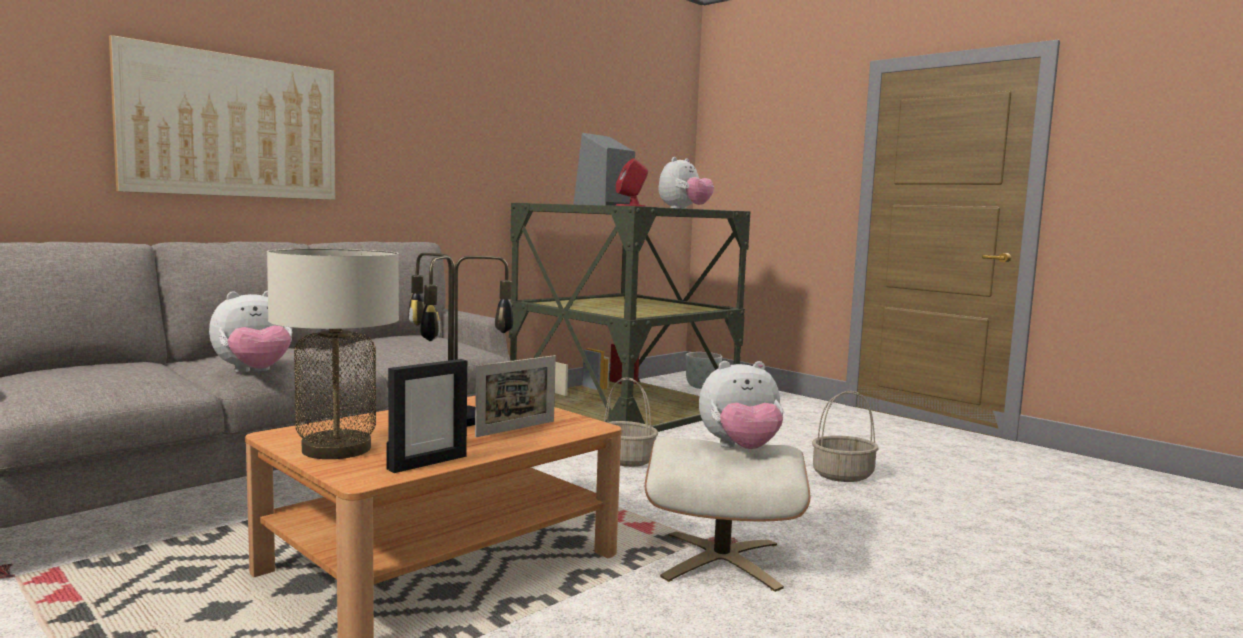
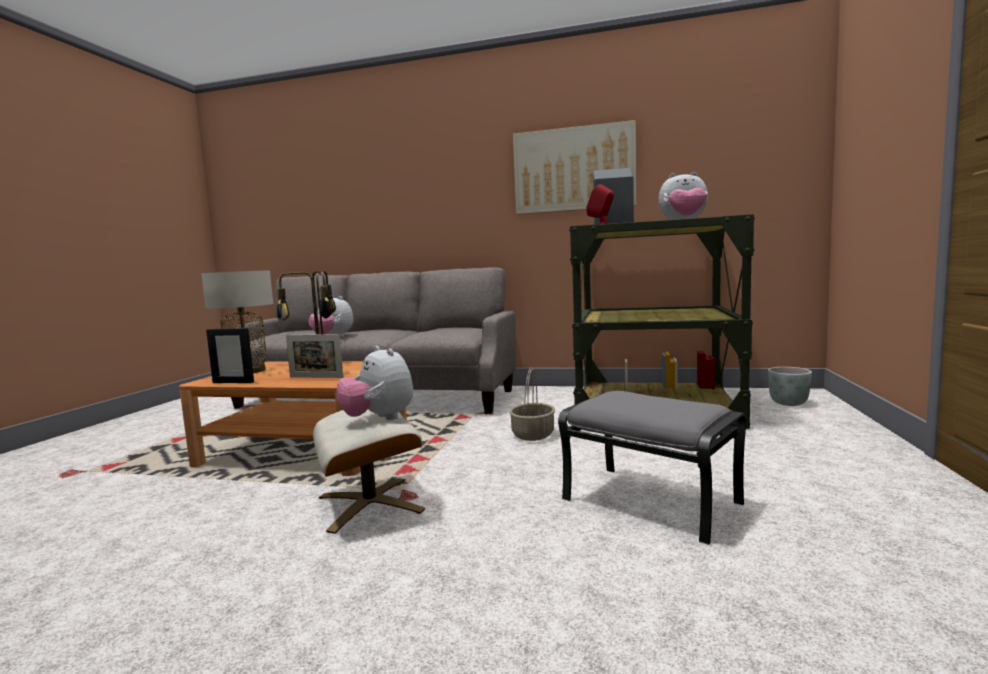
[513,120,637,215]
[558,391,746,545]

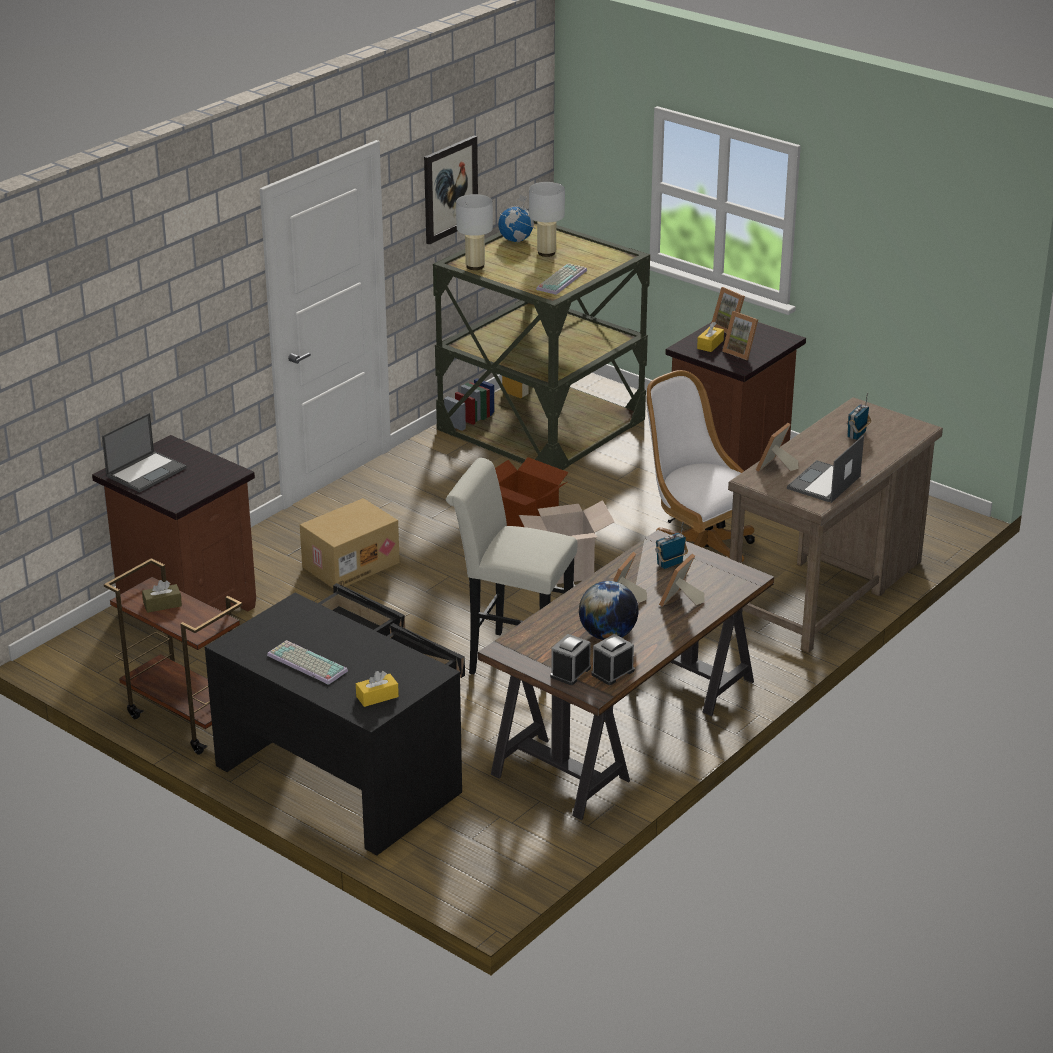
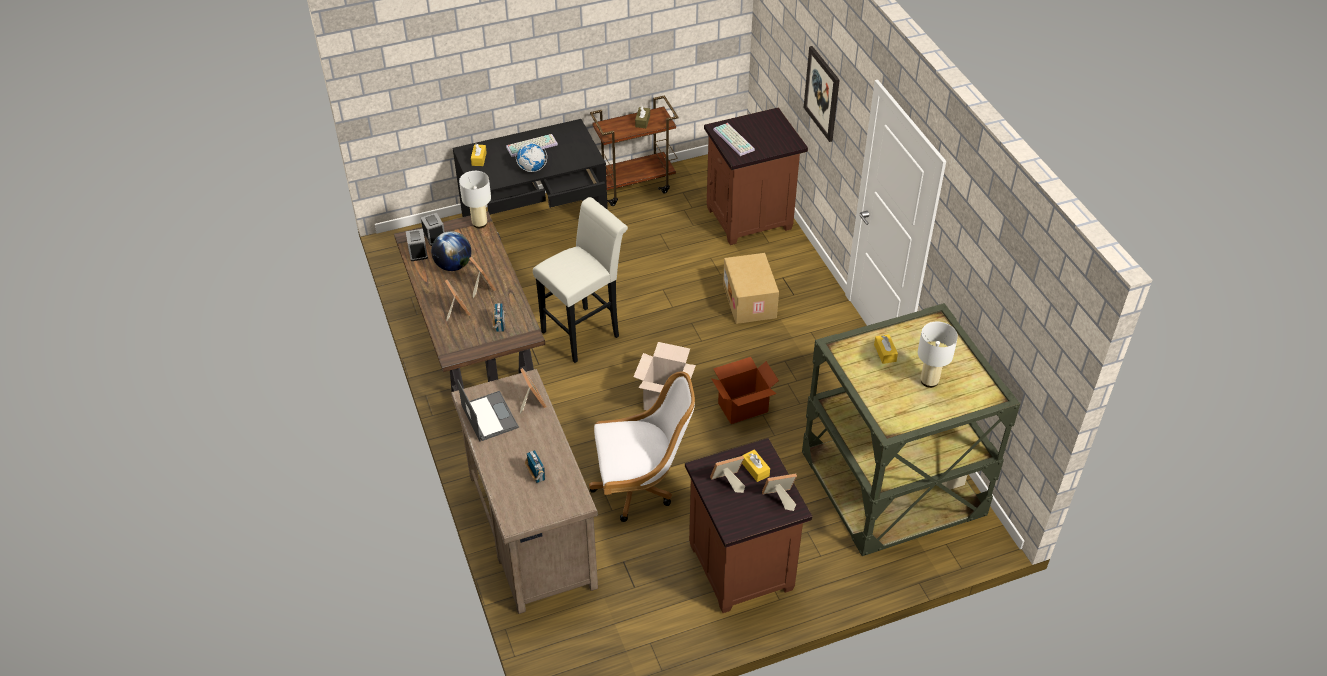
[102,413,187,492] (first image)
[804,46,840,142]
[459,171,491,228]
[516,142,547,172]
[713,123,755,156]
[874,334,898,364]

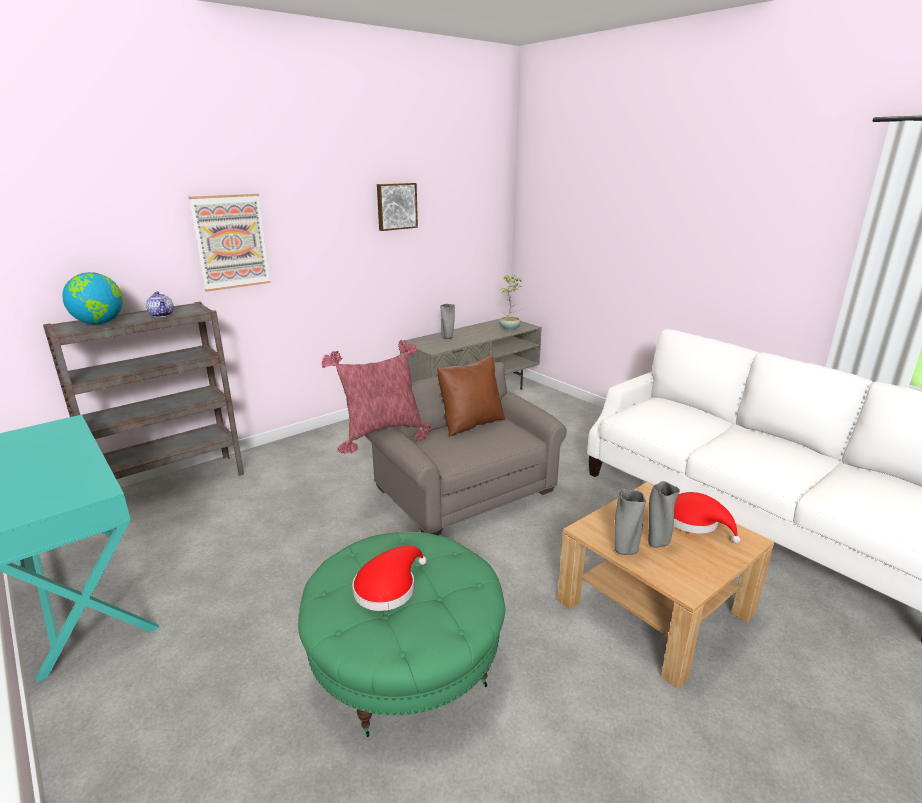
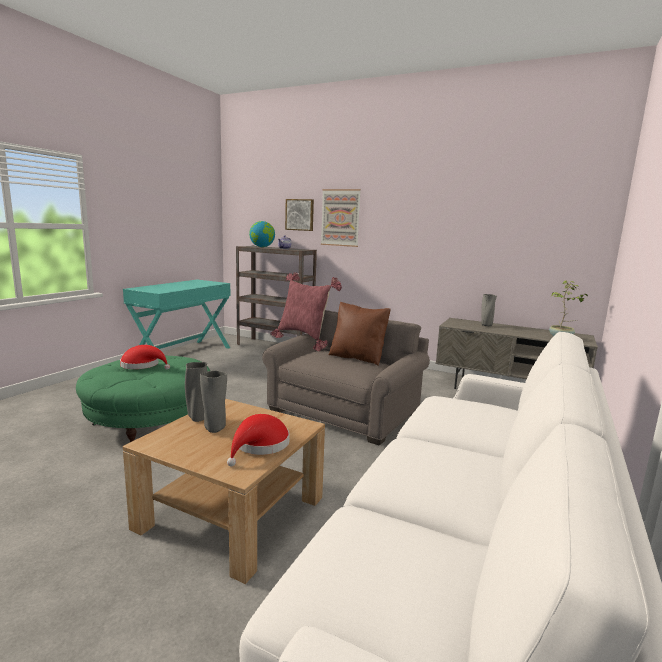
[285,199,314,231]

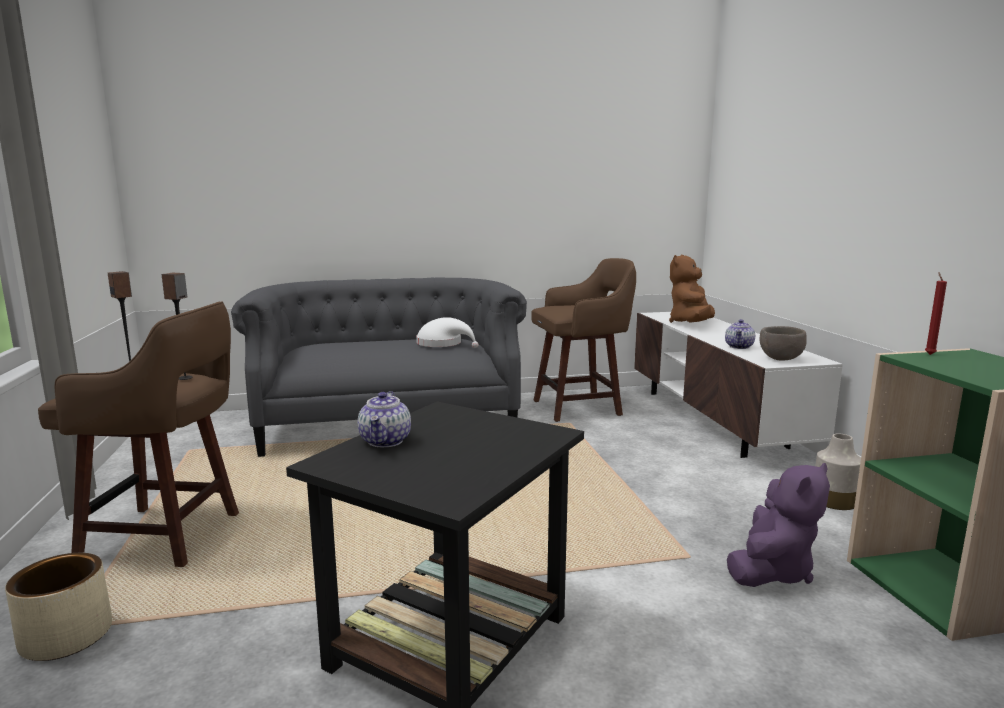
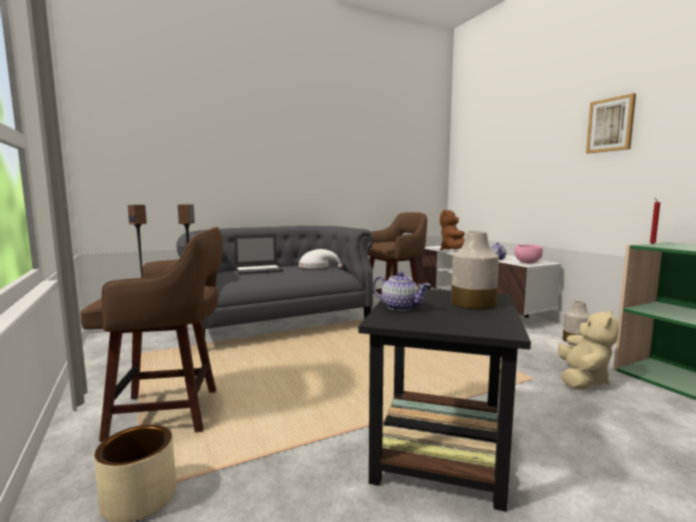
[373,272,430,311]
[558,310,618,390]
[515,244,543,263]
[234,234,283,275]
[451,231,499,309]
[586,93,636,153]

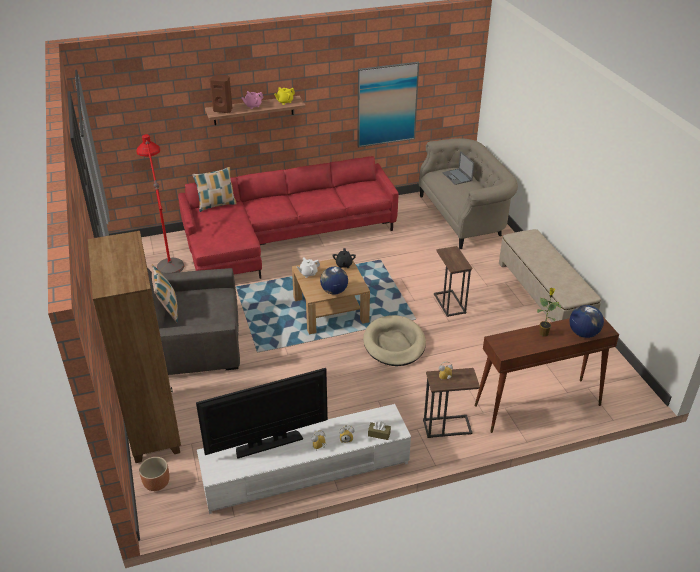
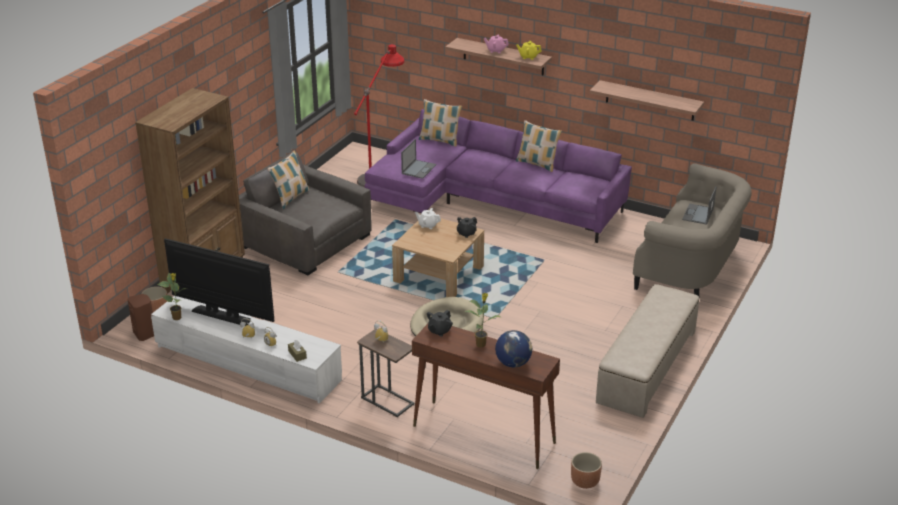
[365,109,632,243]
[128,294,154,341]
[320,267,348,295] (first image)
[590,80,704,121]
[434,246,472,317] (first image)
[157,273,186,320]
[401,139,436,179]
[427,310,453,336]
[516,120,562,172]
[571,452,602,489]

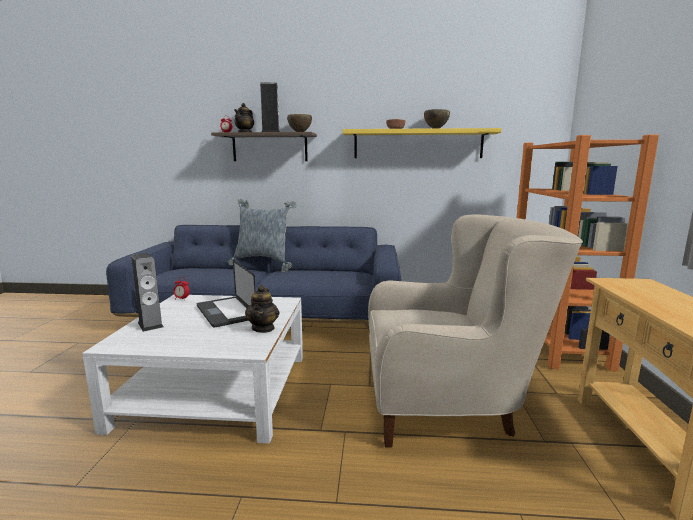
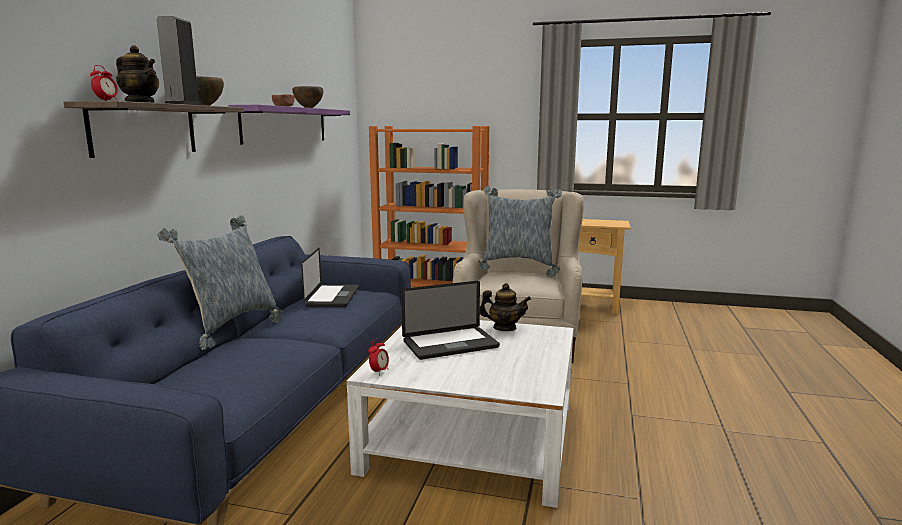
[131,253,163,332] (first image)
[228,105,350,145]
[301,248,359,307]
[478,186,562,277]

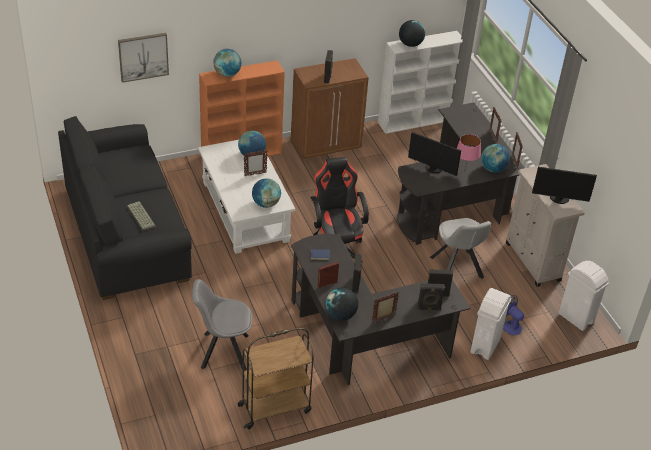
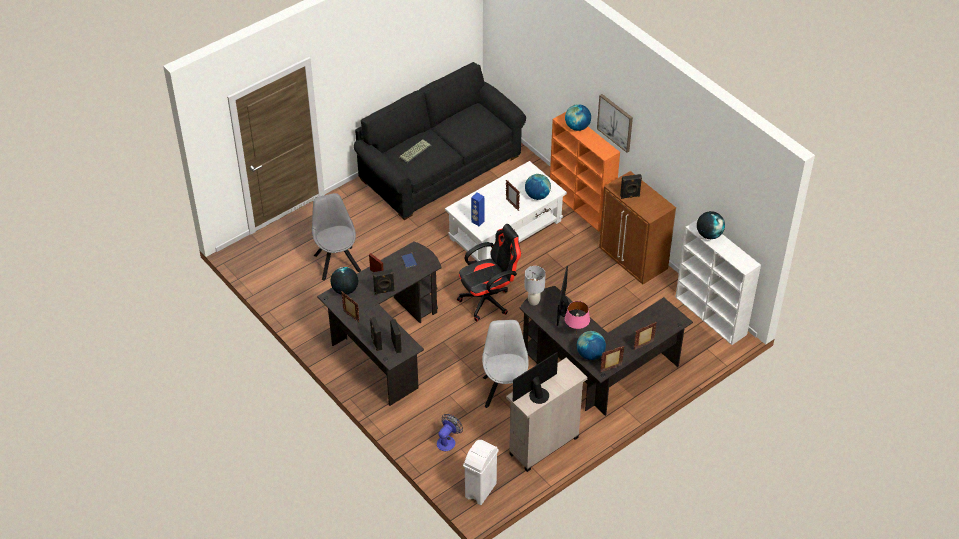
[597,94,633,153]
[238,328,314,429] (first image)
[471,193,485,226]
[482,320,529,408]
[471,288,511,360] (first image)
[513,352,558,404]
[524,266,546,305]

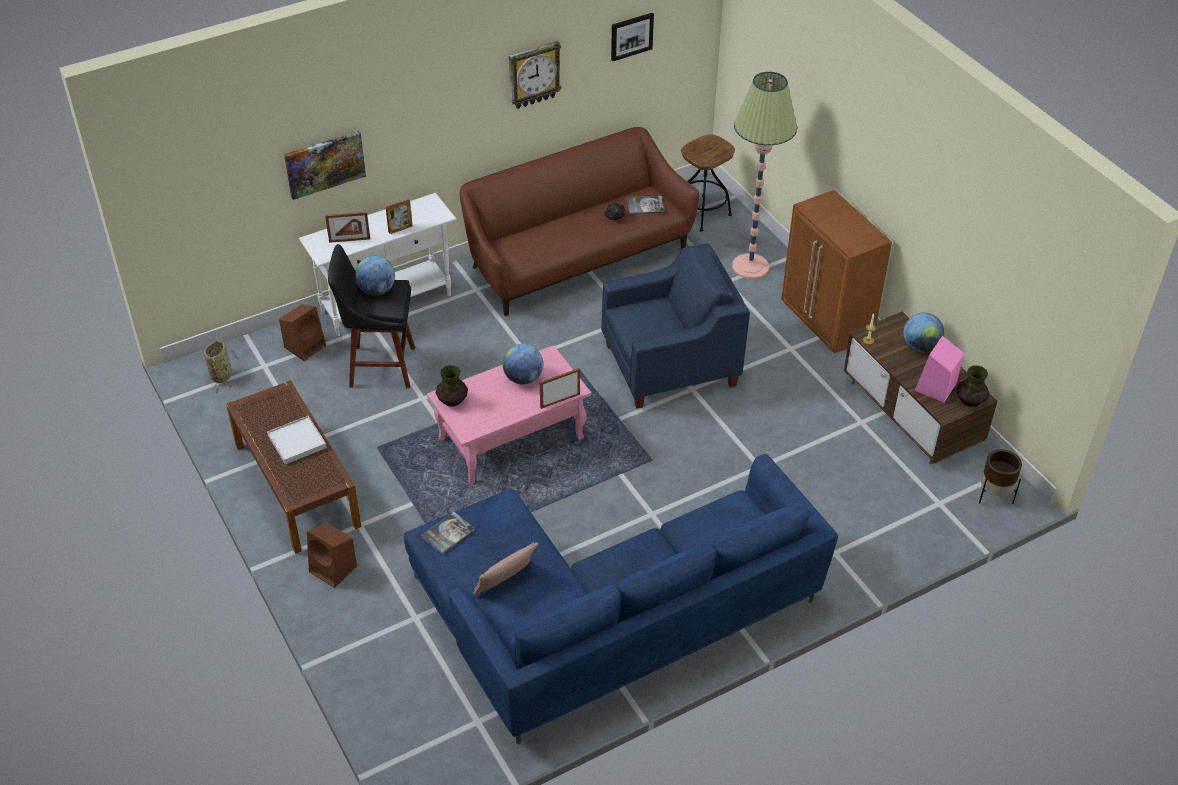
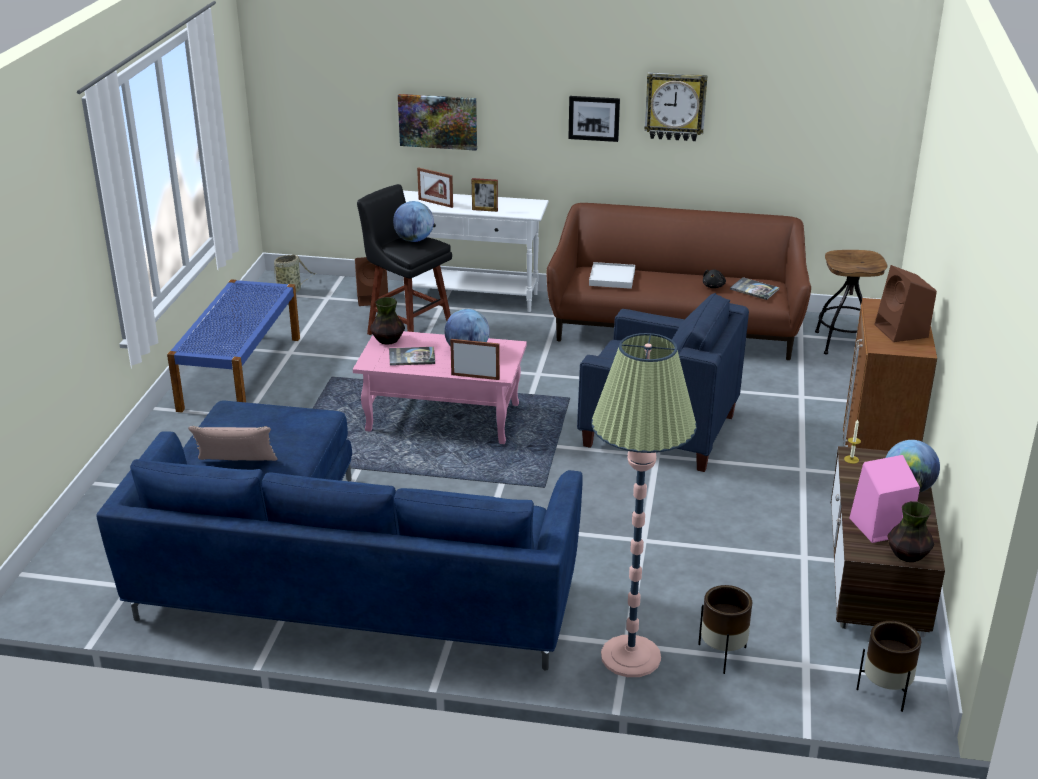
[167,279,300,412]
[589,262,635,289]
[874,265,937,342]
[389,347,435,366]
[568,96,620,142]
[591,333,696,677]
[698,585,752,674]

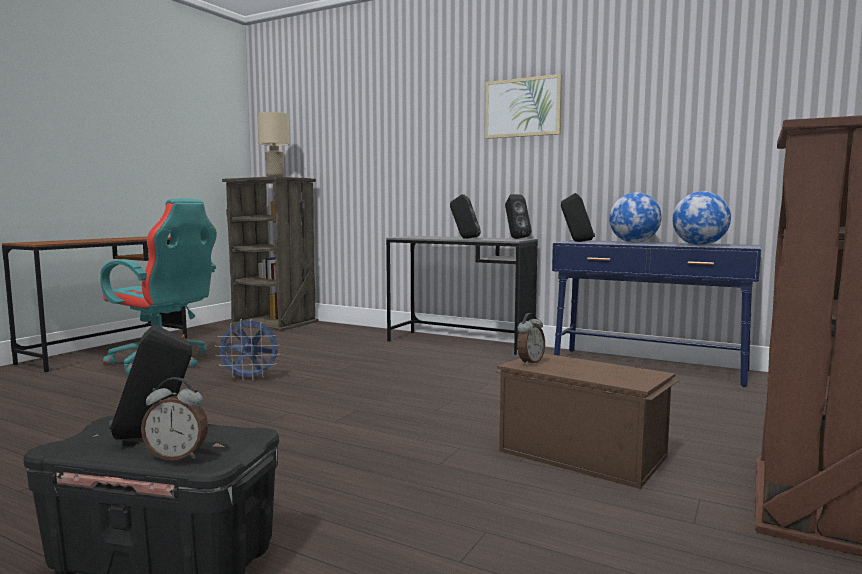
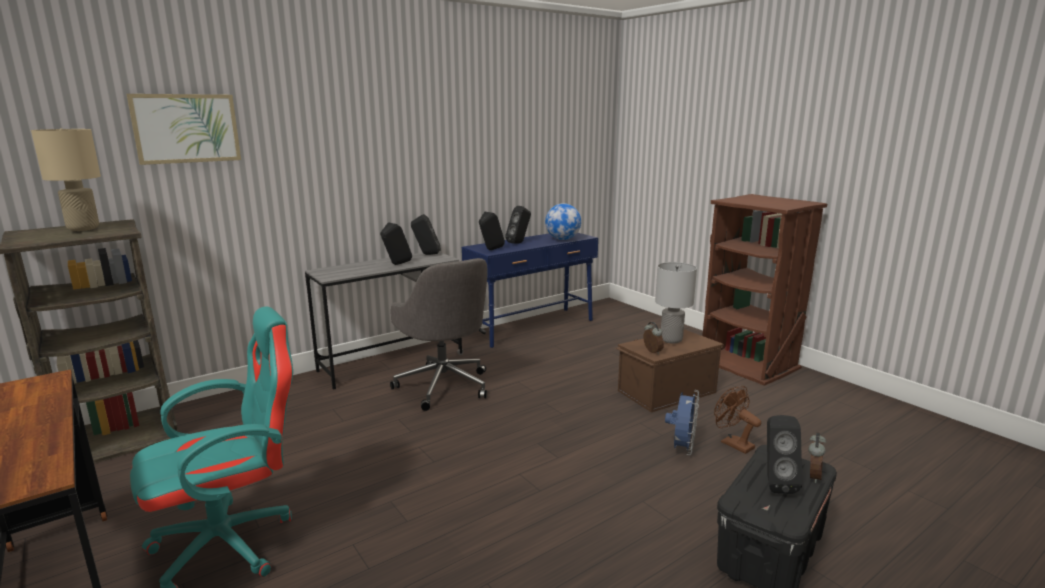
[665,390,699,455]
[126,94,241,165]
[505,206,531,244]
[390,258,488,411]
[655,262,697,344]
[714,386,761,454]

